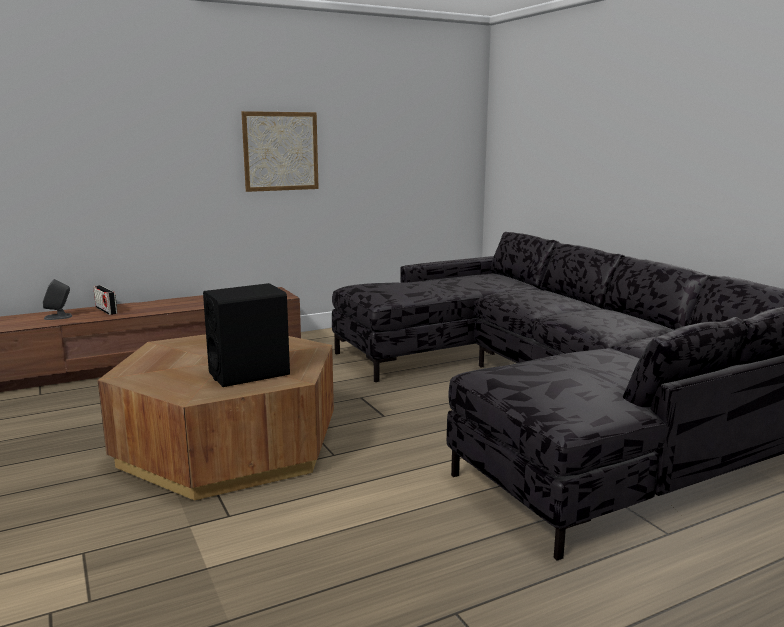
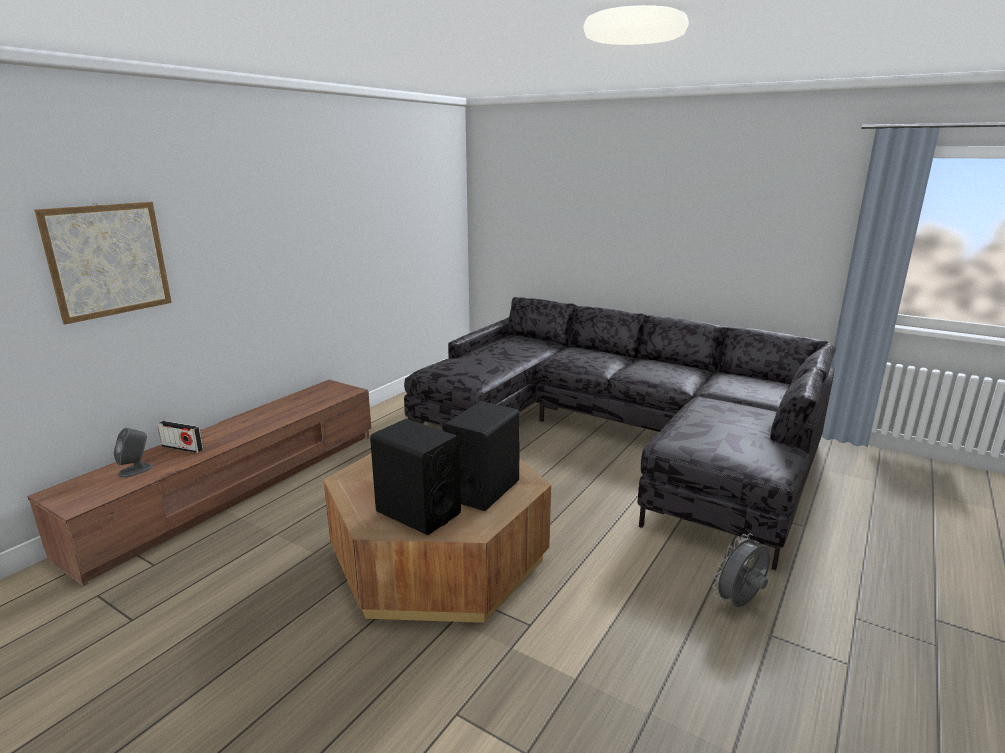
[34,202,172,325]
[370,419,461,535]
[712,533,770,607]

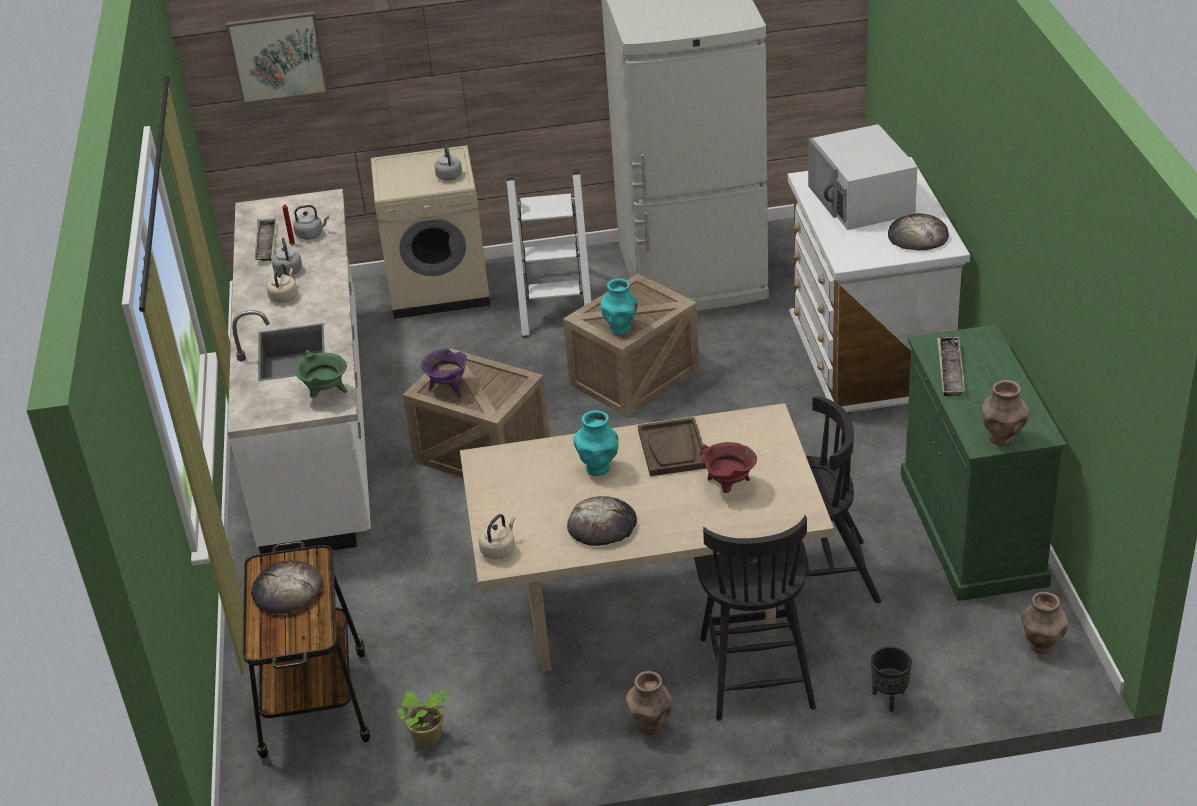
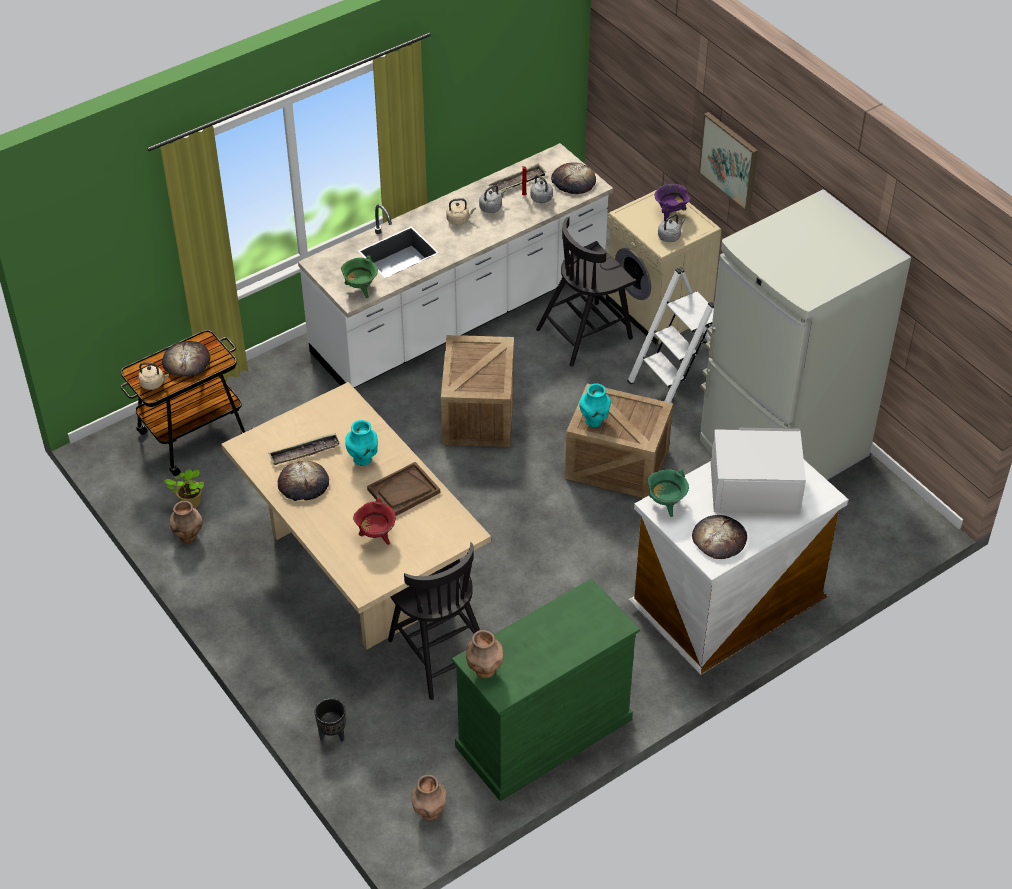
[698,112,758,212]
[655,184,691,221]
[138,362,169,390]
[170,501,203,543]
[536,216,636,366]
[711,428,806,514]
[268,433,340,465]
[551,162,596,194]
[648,469,689,517]

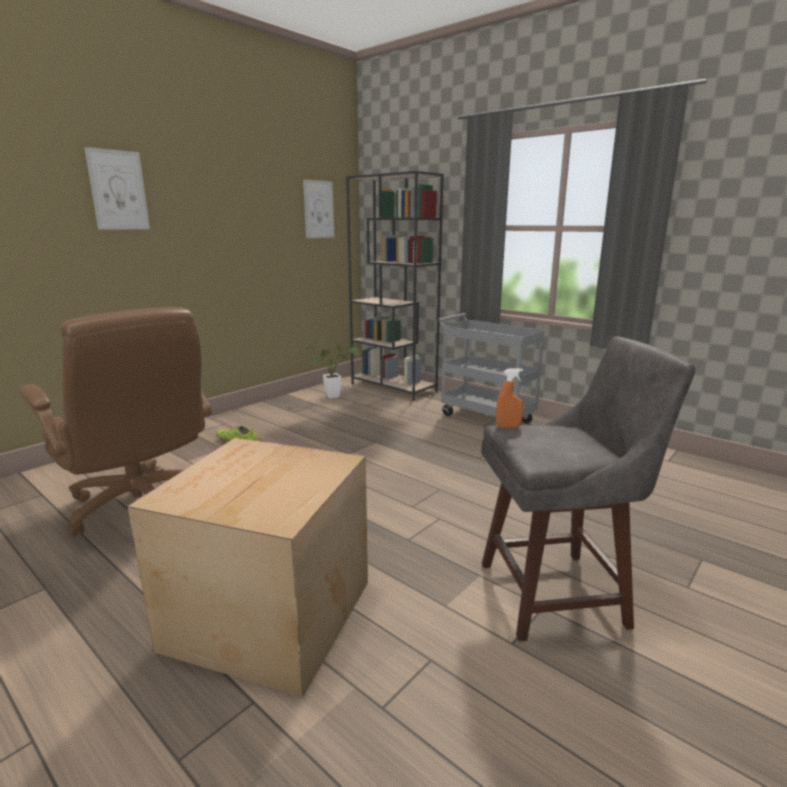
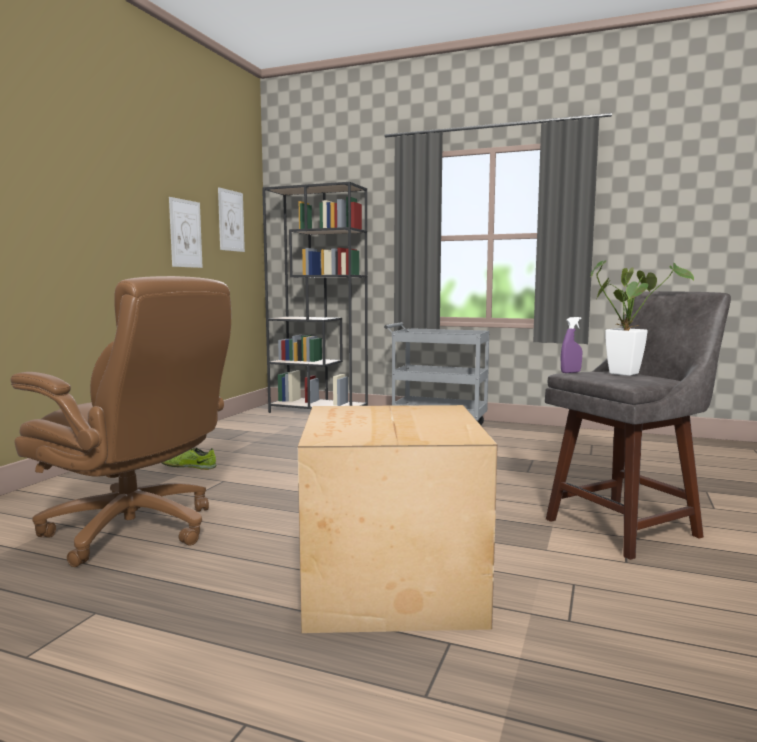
[169,197,203,268]
[591,260,694,376]
[561,317,582,373]

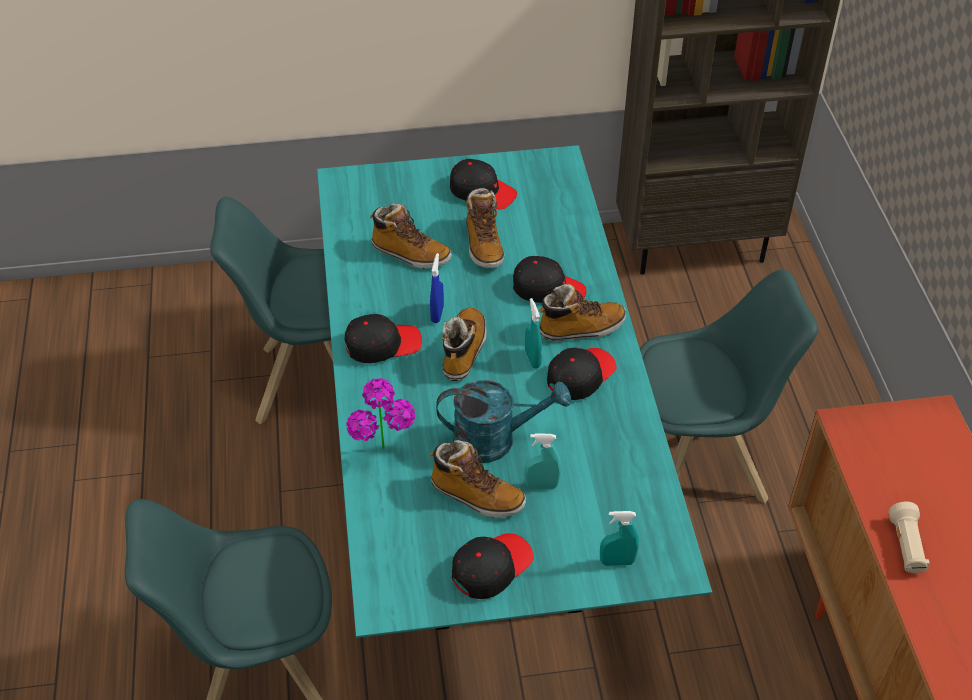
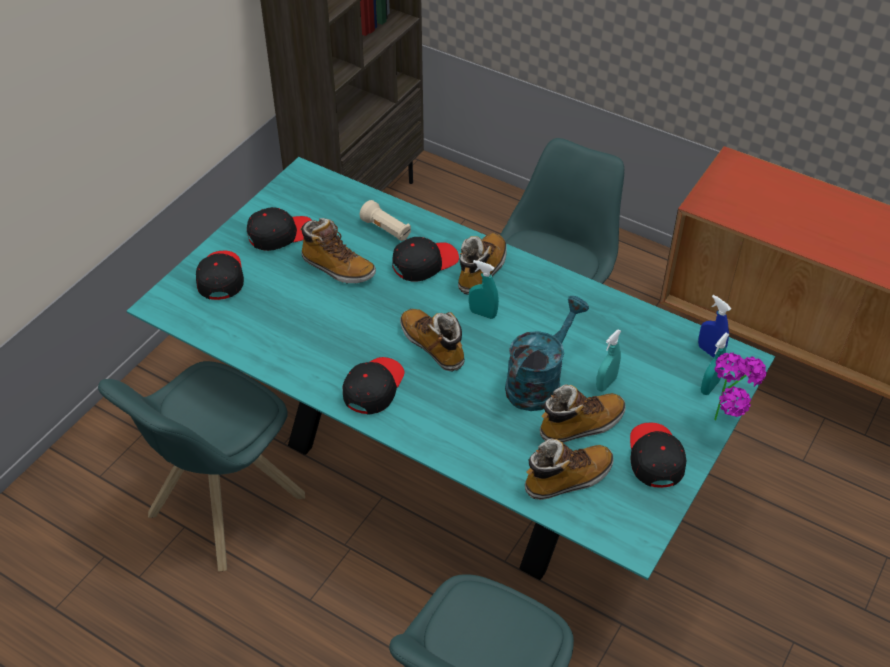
[714,352,767,421]
[525,438,614,500]
[698,295,731,358]
[196,251,244,300]
[360,200,411,241]

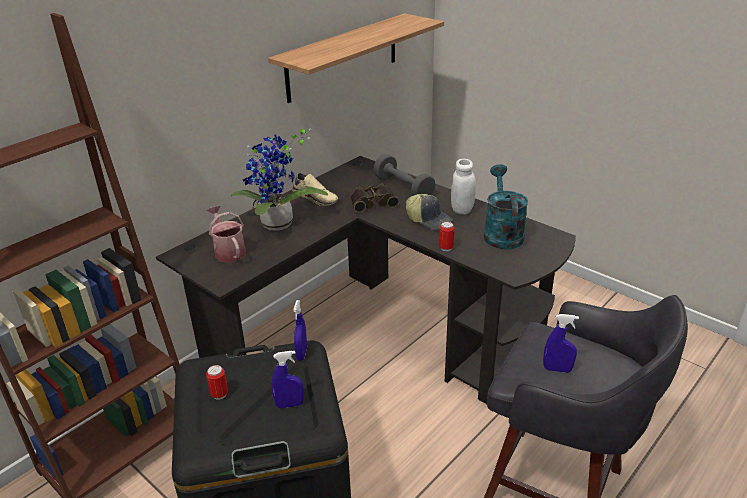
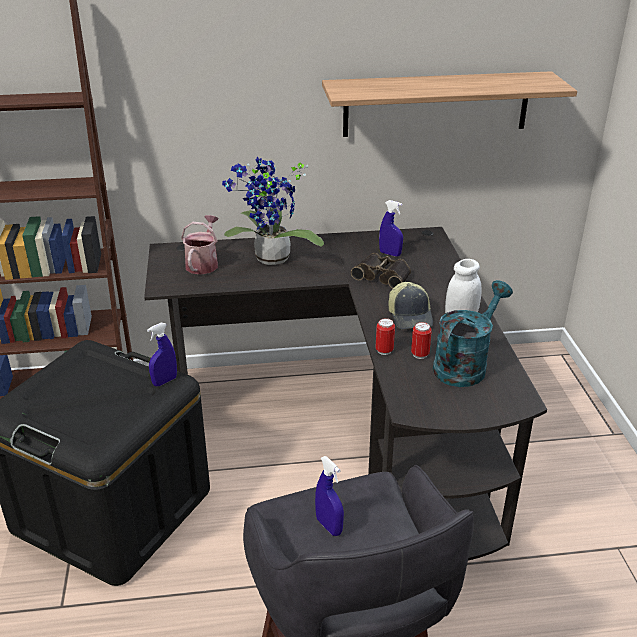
[411,322,432,359]
[379,200,403,256]
[292,173,338,206] (first image)
[373,154,435,196] (first image)

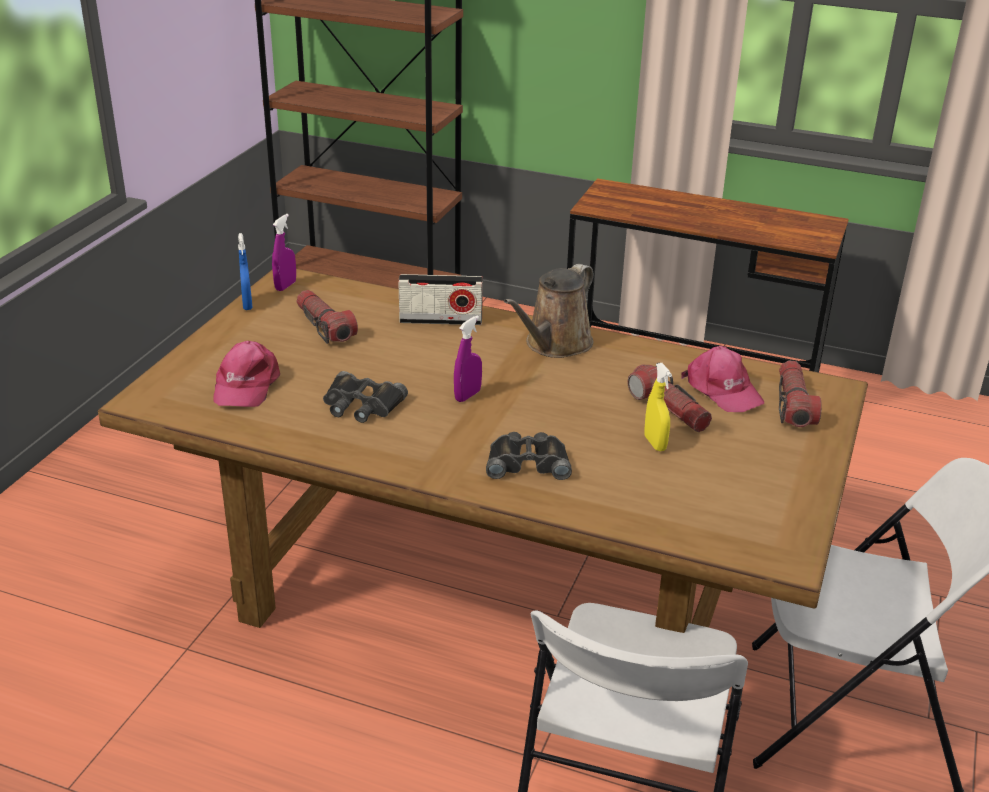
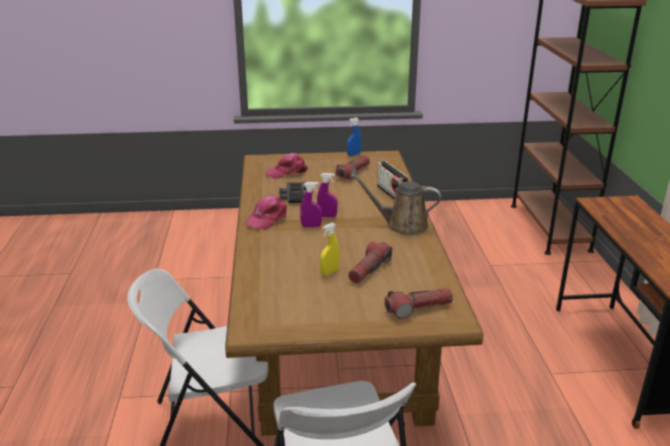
[300,182,322,227]
[486,432,572,480] (first image)
[245,195,287,230]

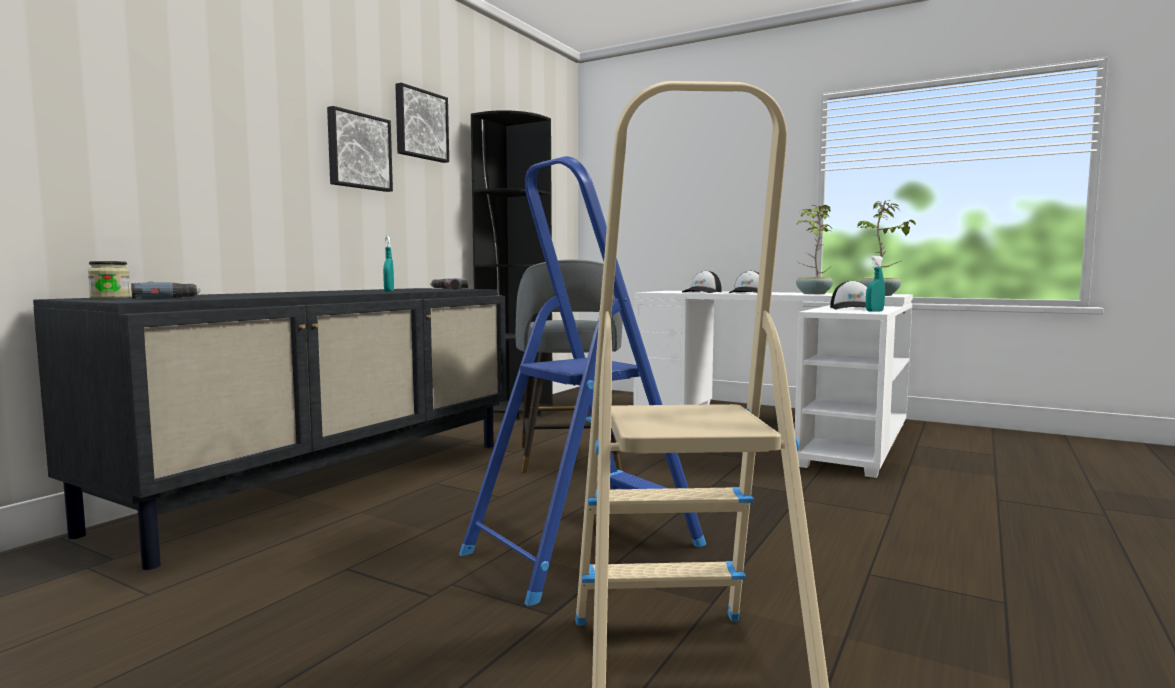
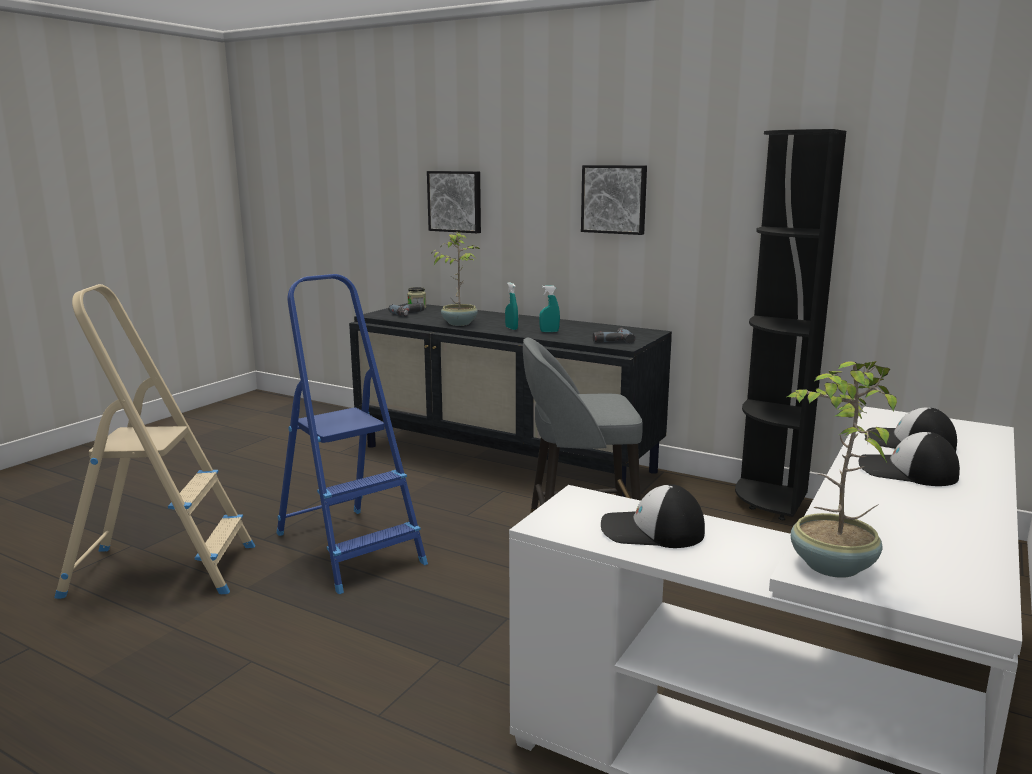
[427,171,481,233]
[434,232,480,326]
[505,282,518,330]

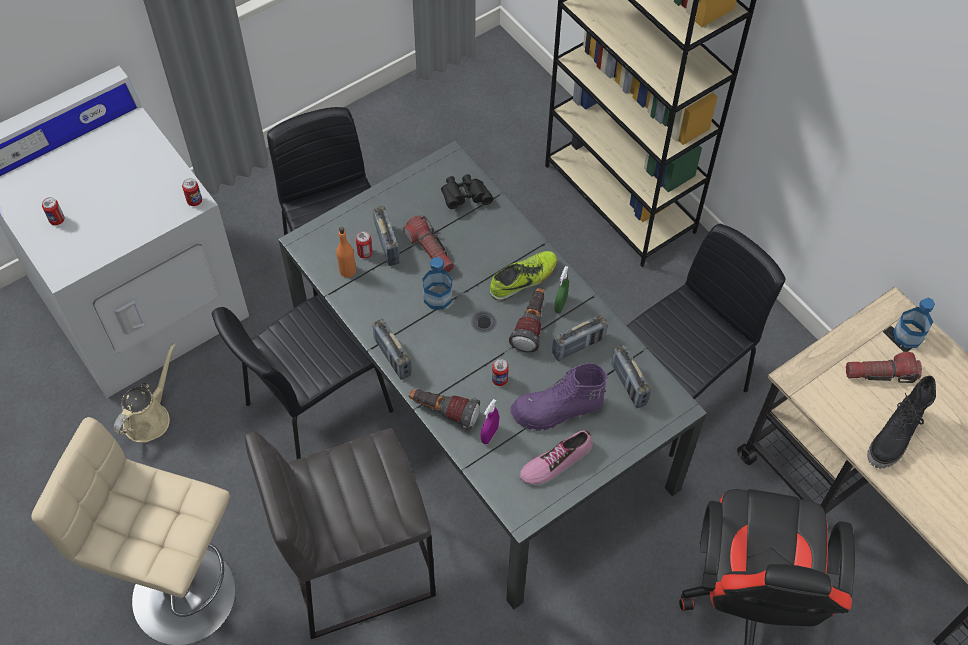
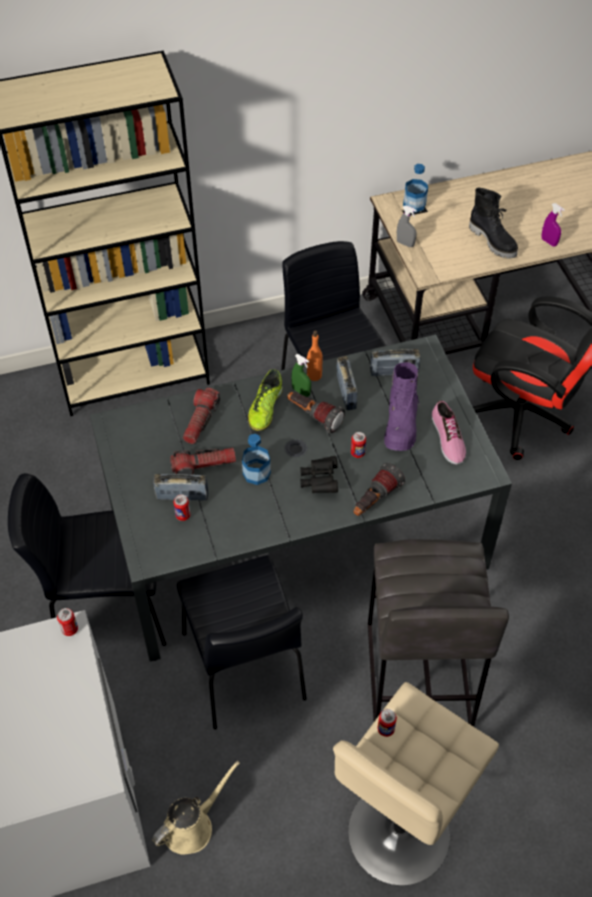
[378,709,397,737]
[152,761,240,855]
[307,330,323,381]
[373,319,412,380] (first image)
[300,456,338,493]
[542,203,565,247]
[248,369,283,431]
[183,388,220,444]
[397,205,417,247]

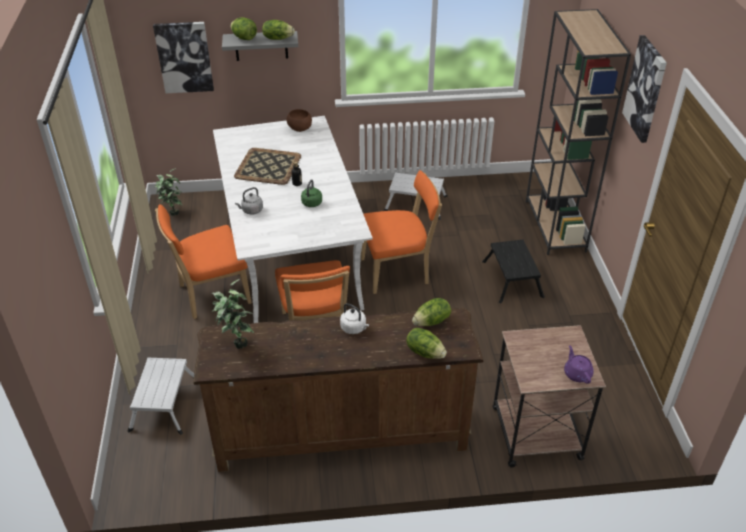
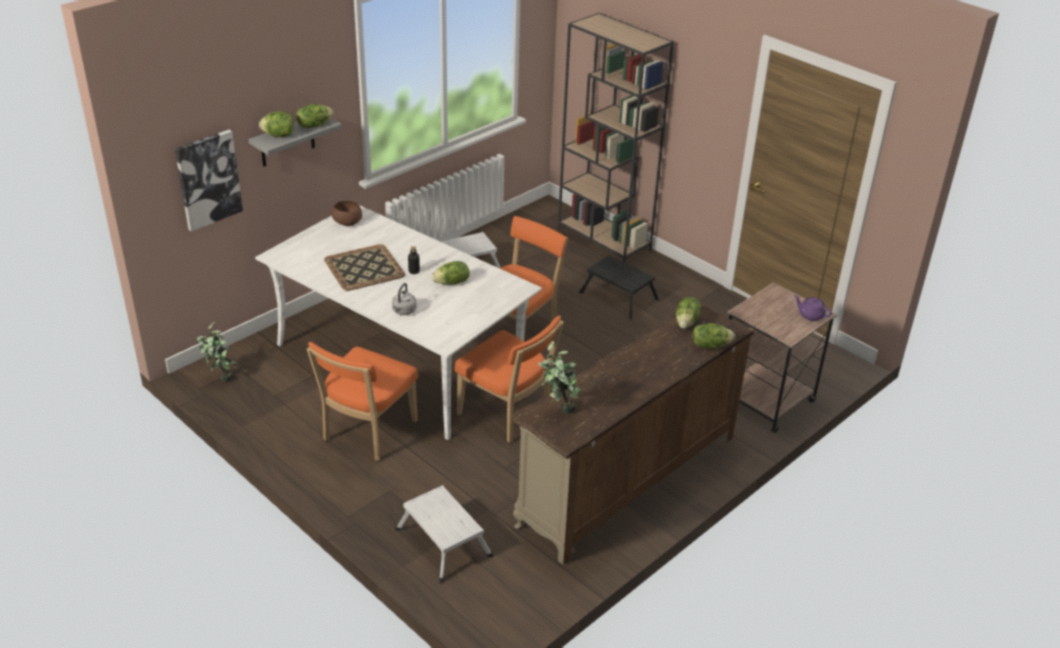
[431,261,470,285]
[340,303,369,334] (first image)
[622,35,667,143] (first image)

